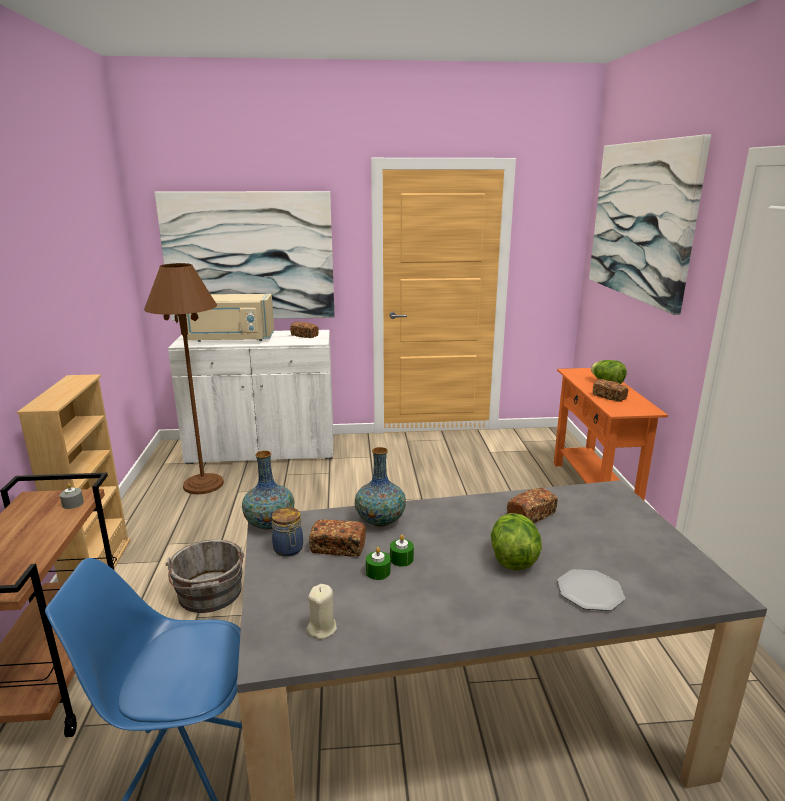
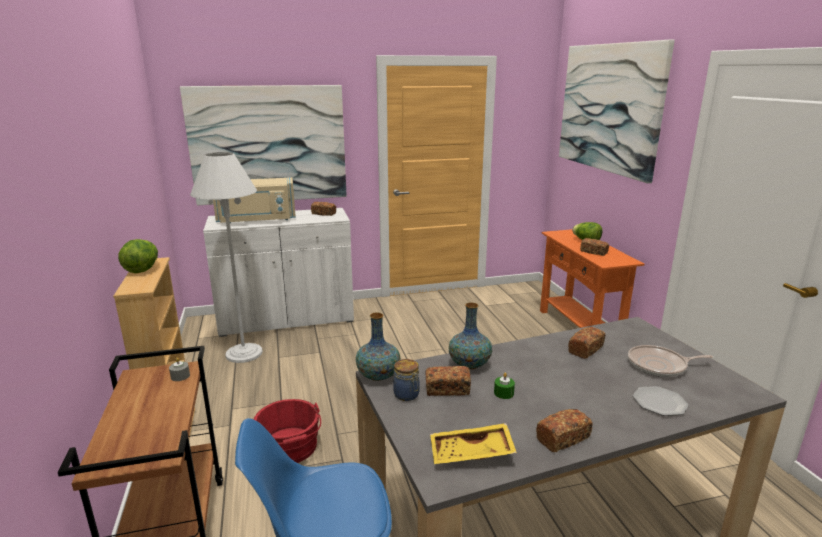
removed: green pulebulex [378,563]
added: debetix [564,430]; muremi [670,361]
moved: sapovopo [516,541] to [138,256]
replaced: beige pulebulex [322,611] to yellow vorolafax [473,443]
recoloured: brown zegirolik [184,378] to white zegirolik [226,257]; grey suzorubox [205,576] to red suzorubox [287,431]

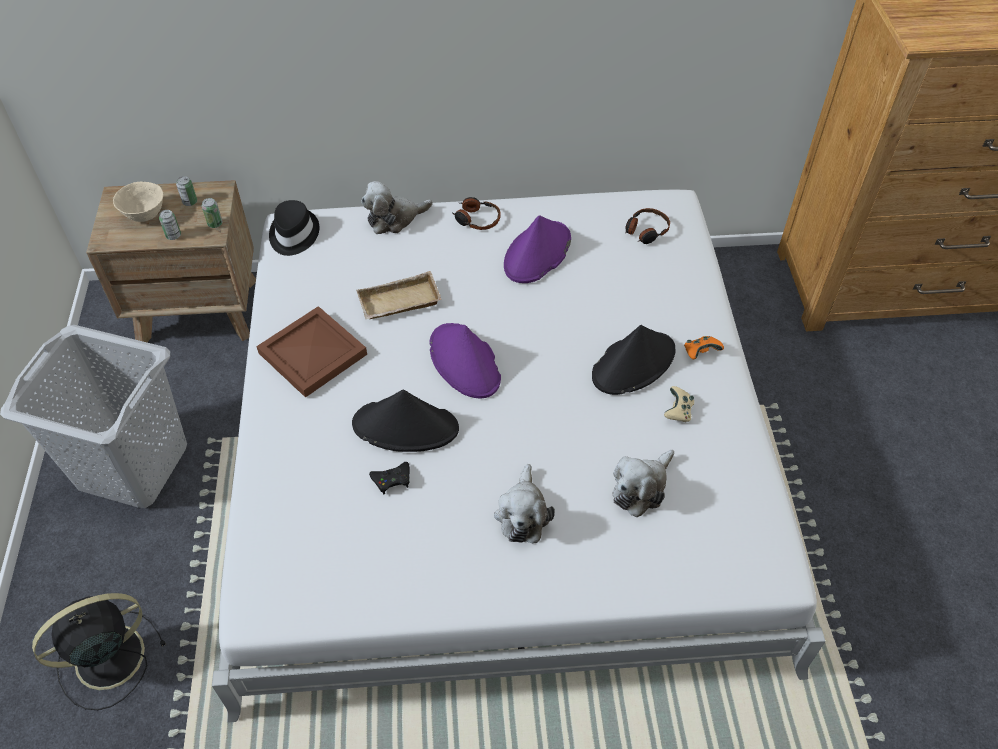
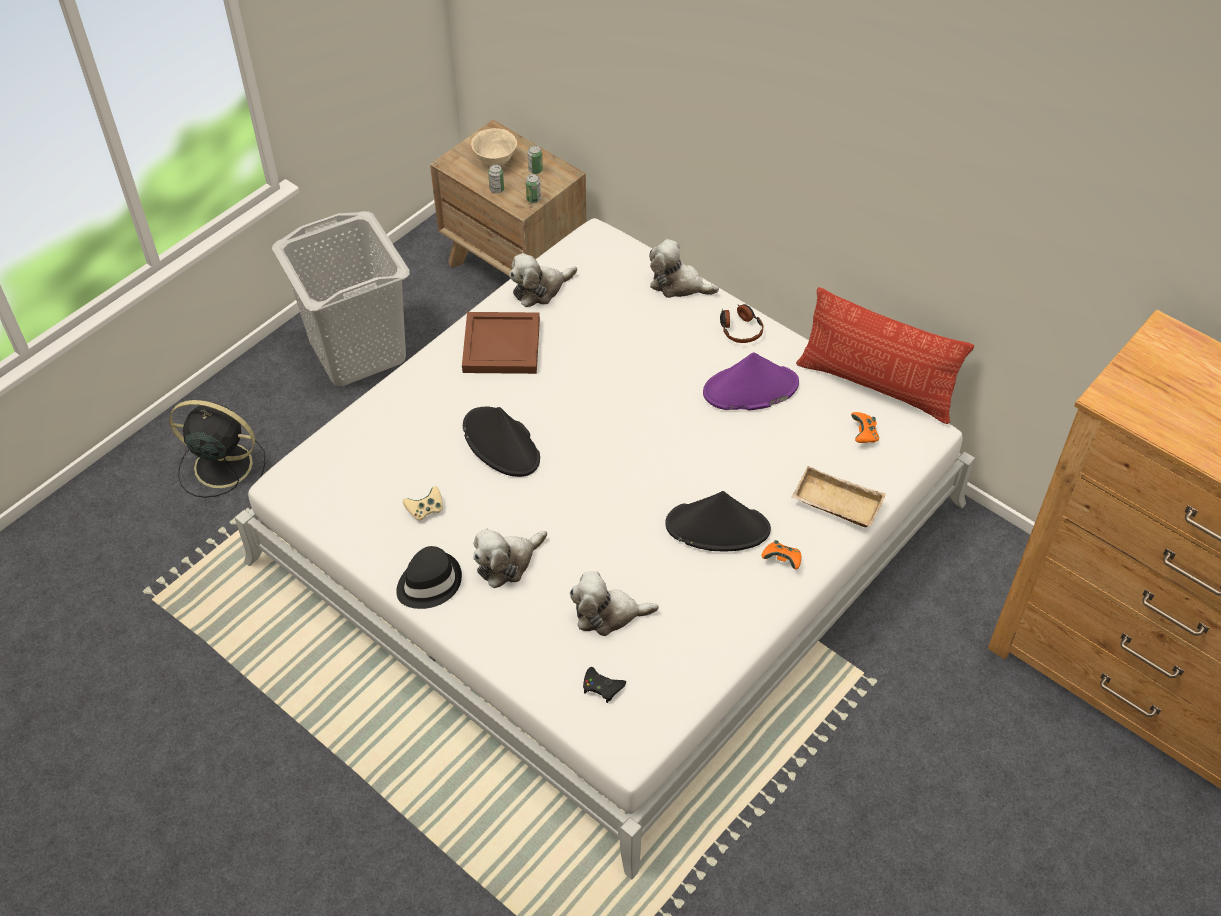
removed: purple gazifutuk [465,360]
added: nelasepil [543,280]; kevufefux [885,355]
moved: black gazifutuk [294,228] to [429,577]; beige vorolafax [399,295] to [839,496]; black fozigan [389,478] to [604,685]; beige fozigan [679,404] to [423,503]
replaced: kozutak [647,226] to orange fozigan [865,427]

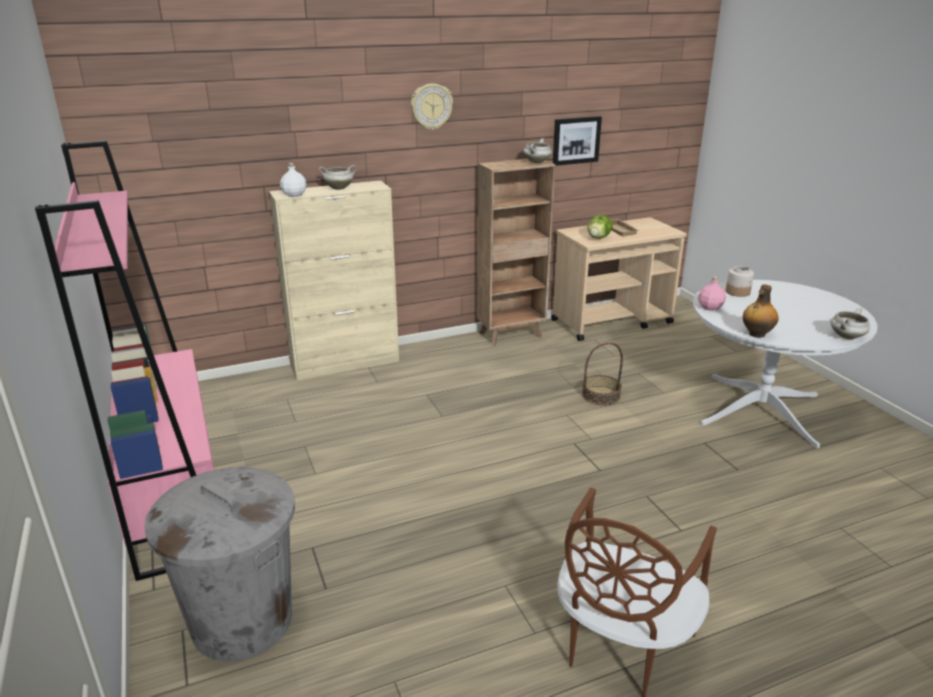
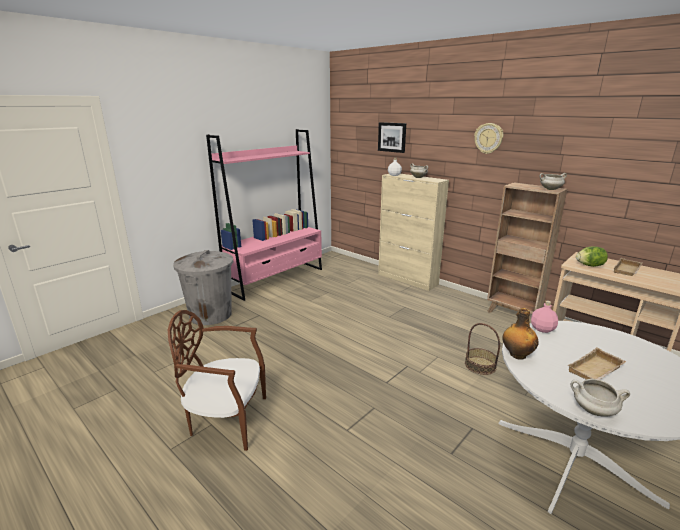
removed: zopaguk [740,281]
added: beige vorolafax [597,363]
moved: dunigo [577,141] to [392,137]

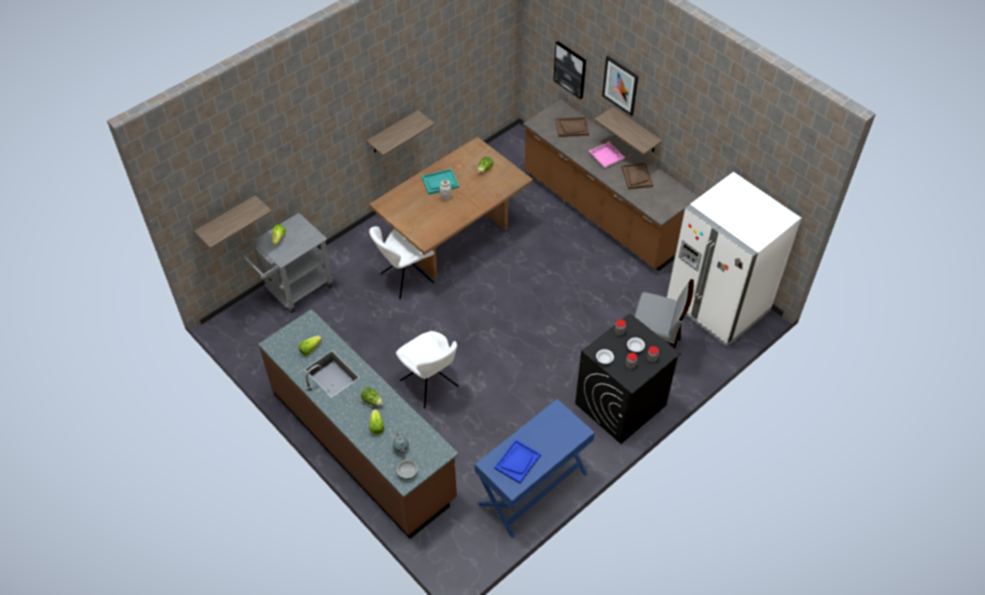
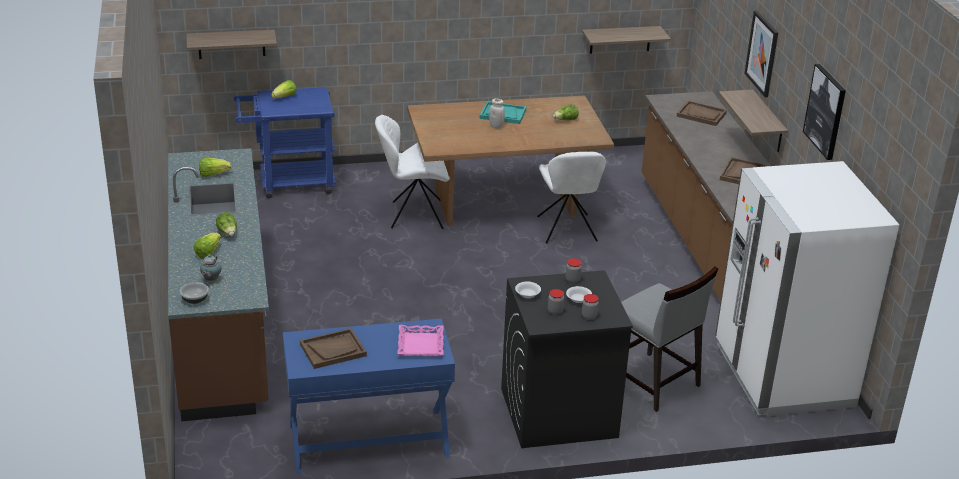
moved: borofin [400,133] to [626,40]; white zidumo [427,369] to [571,197]; dunigo [569,70] to [824,112]; pink vorolafax [607,154] to [420,340]
recoloured: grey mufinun [285,263] to blue mufinun [285,142]; blue vorolafax [517,461] to brown vorolafax [333,348]

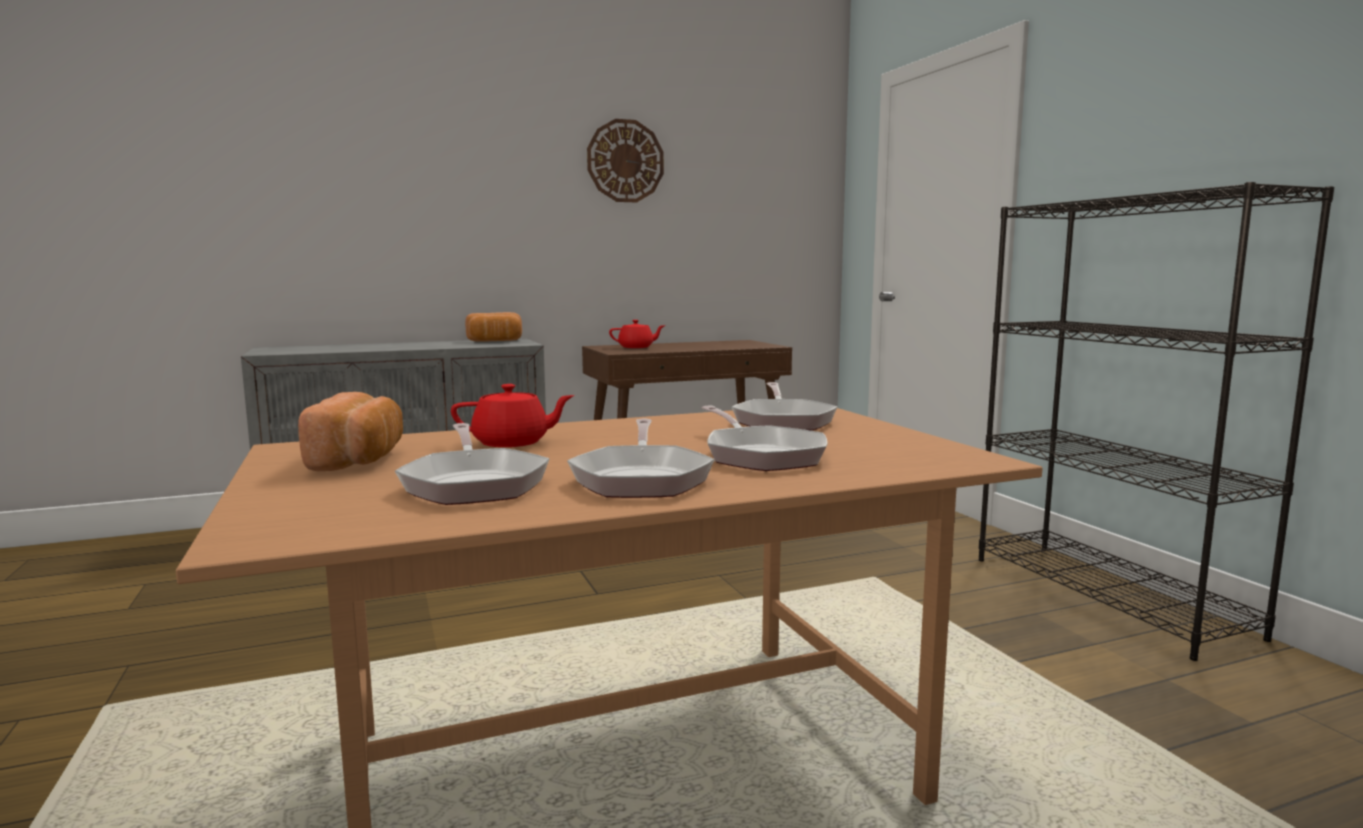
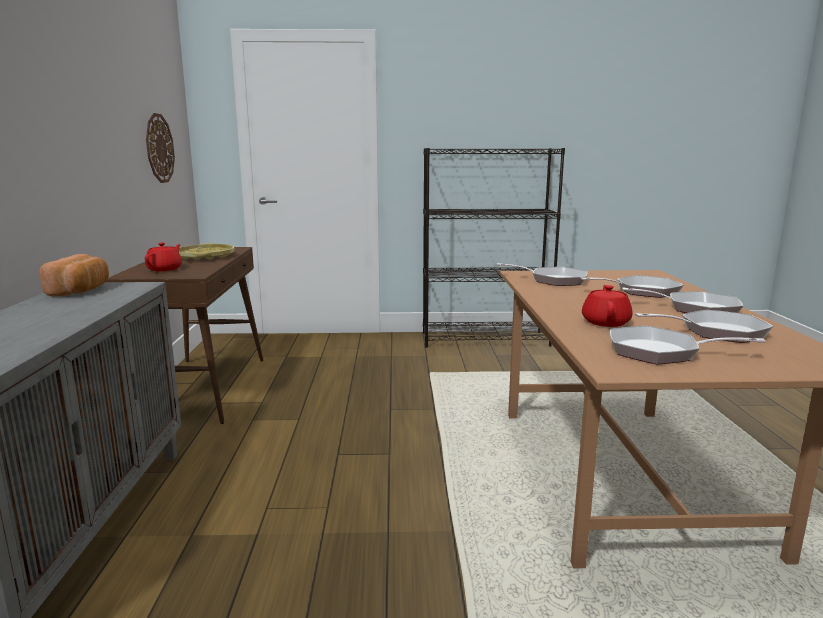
added: yellow vorolafax [207,251]
moved: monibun [625,160] to [160,148]
replaced: debetix [350,431] to muremi [688,345]

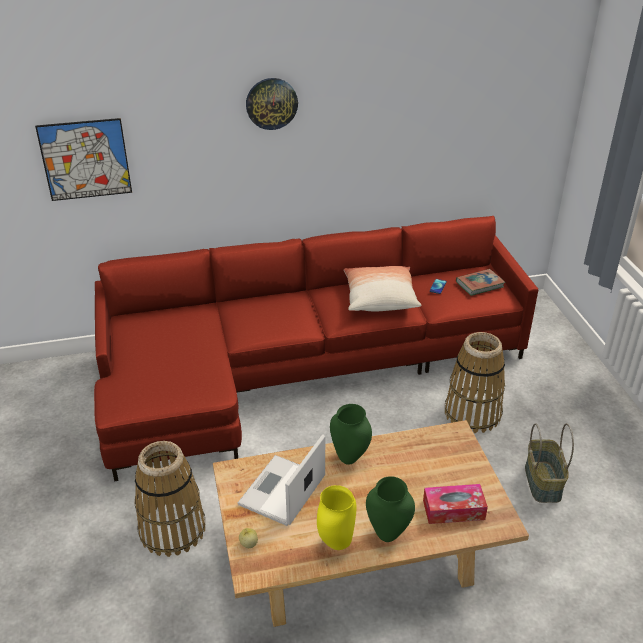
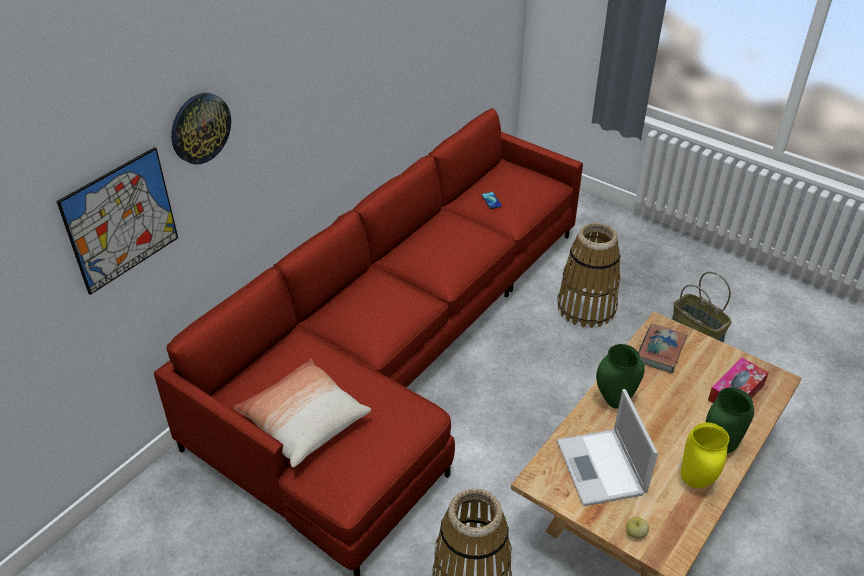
moved: monibun [272,104] to [201,129]; kevufefux [382,288] to [302,413]; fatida [480,282] to [662,348]

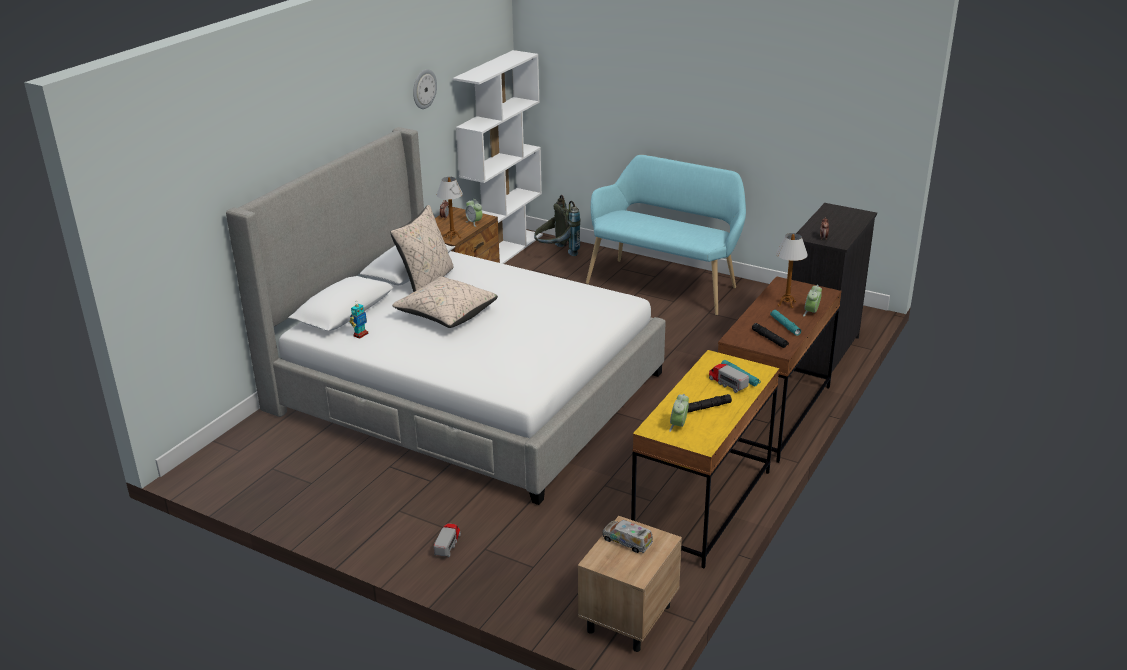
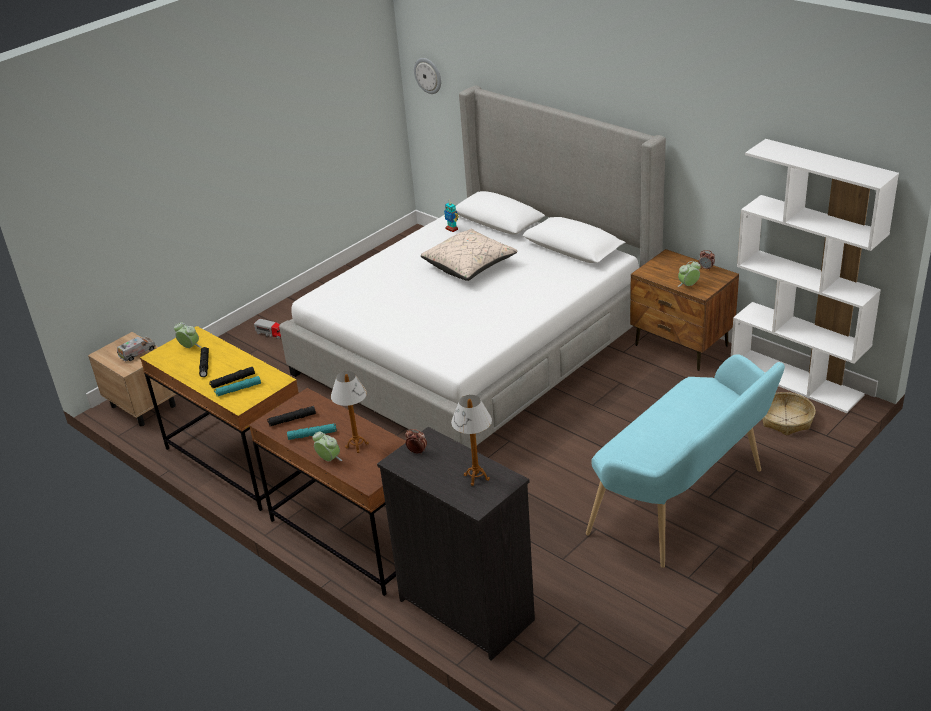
removed: beige kevufefux [422,248]
moved: monibun [425,89] to [427,76]; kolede [450,209] to [471,440]
replaced: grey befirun [557,225] to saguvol [789,413]; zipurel [729,378] to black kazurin [232,377]

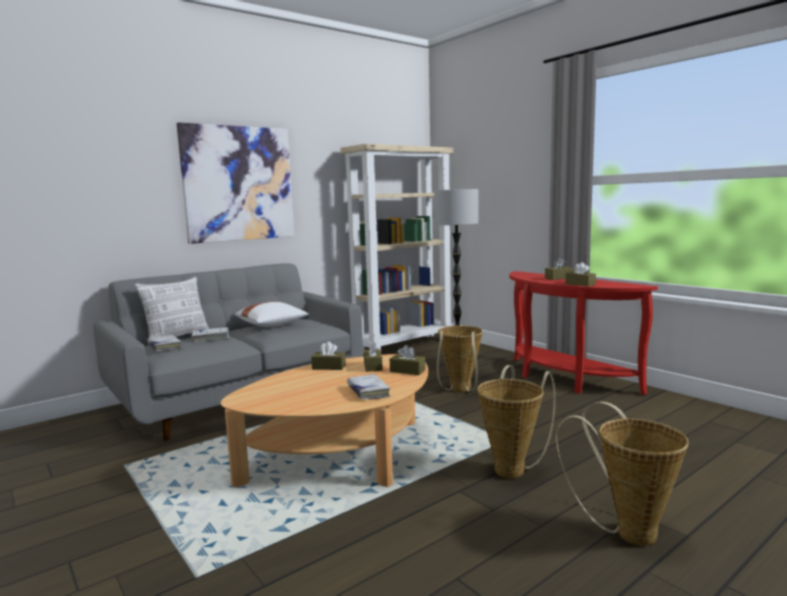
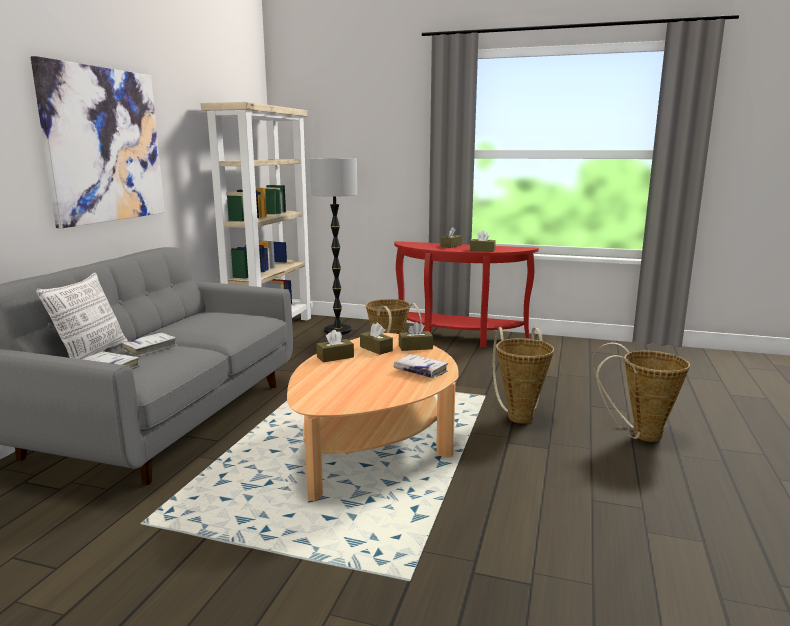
removed: white kevufefux [272,314]

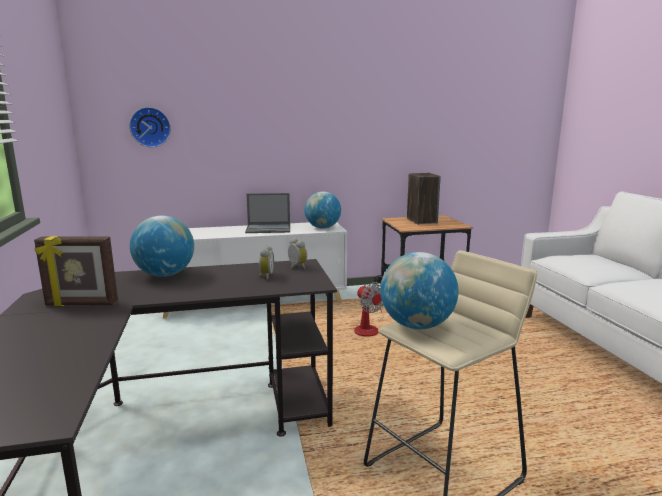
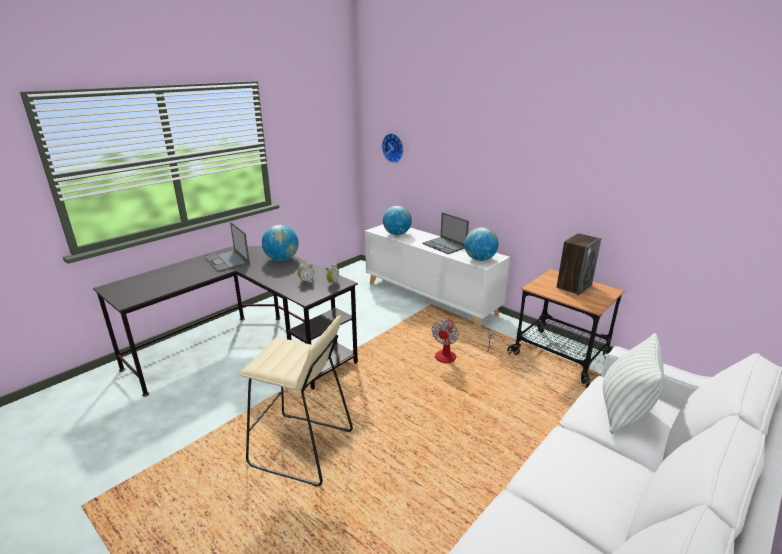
added: kevufefux [633,383]
moved: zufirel [419,290] to [397,220]
replaced: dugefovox [76,271] to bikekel [227,247]

